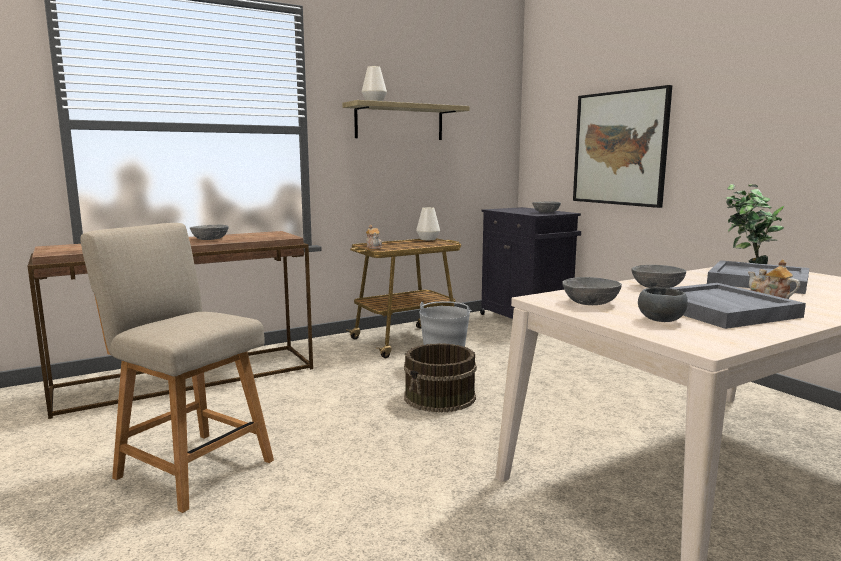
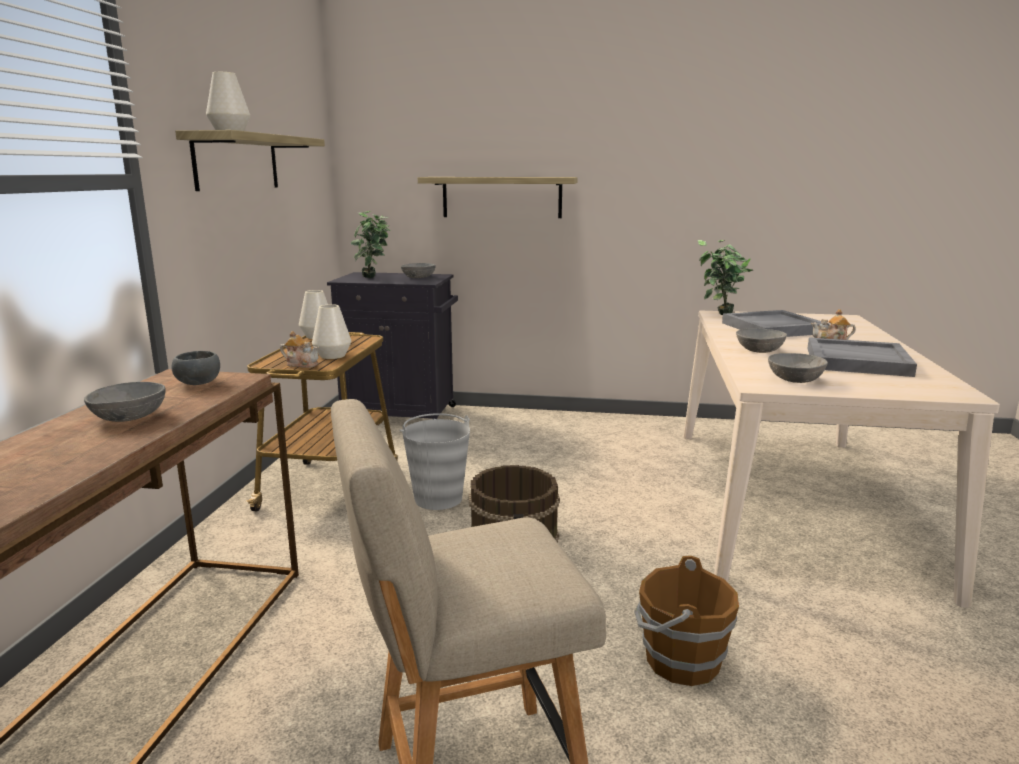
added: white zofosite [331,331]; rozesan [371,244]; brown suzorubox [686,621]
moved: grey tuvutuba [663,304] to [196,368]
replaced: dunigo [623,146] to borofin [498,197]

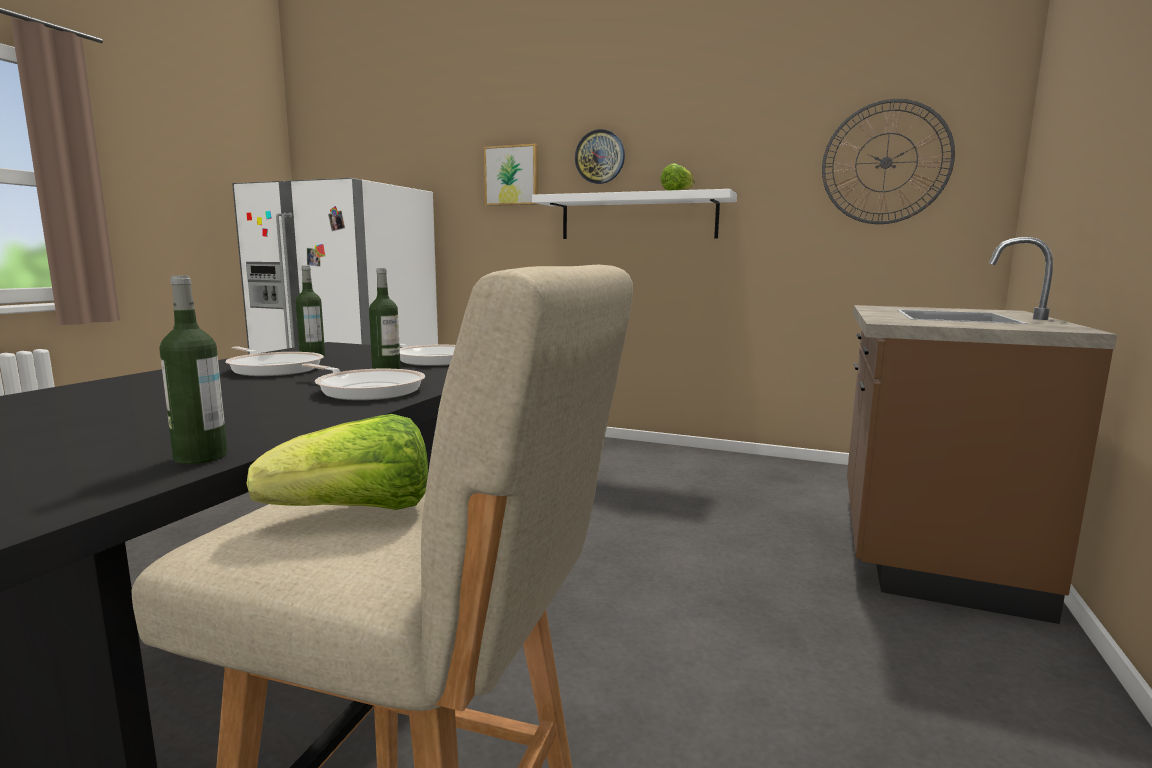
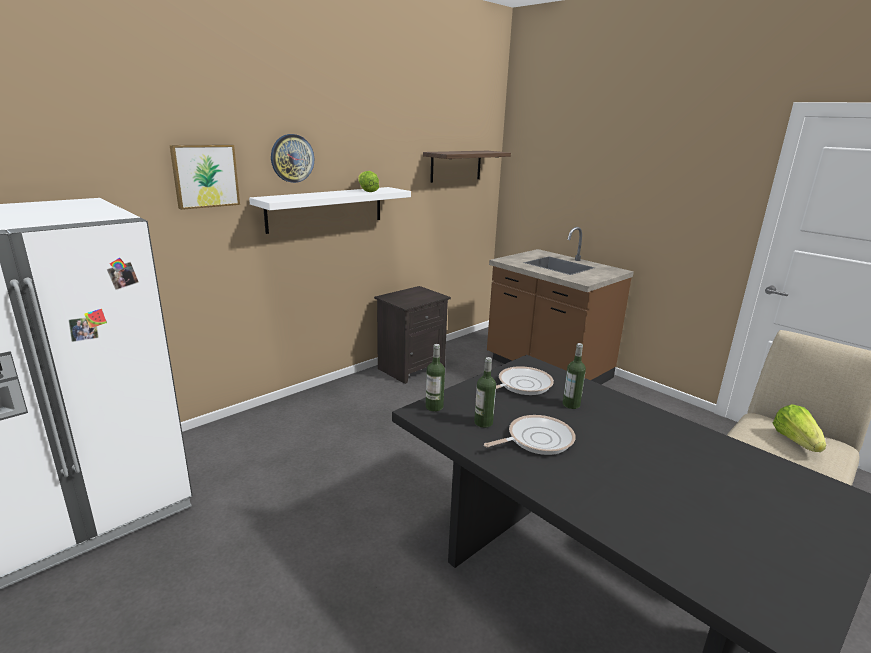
removed: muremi [363,381]
added: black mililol [412,335]
moved: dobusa [194,369] to [435,378]
replaced: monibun [888,161] to borofin [467,167]

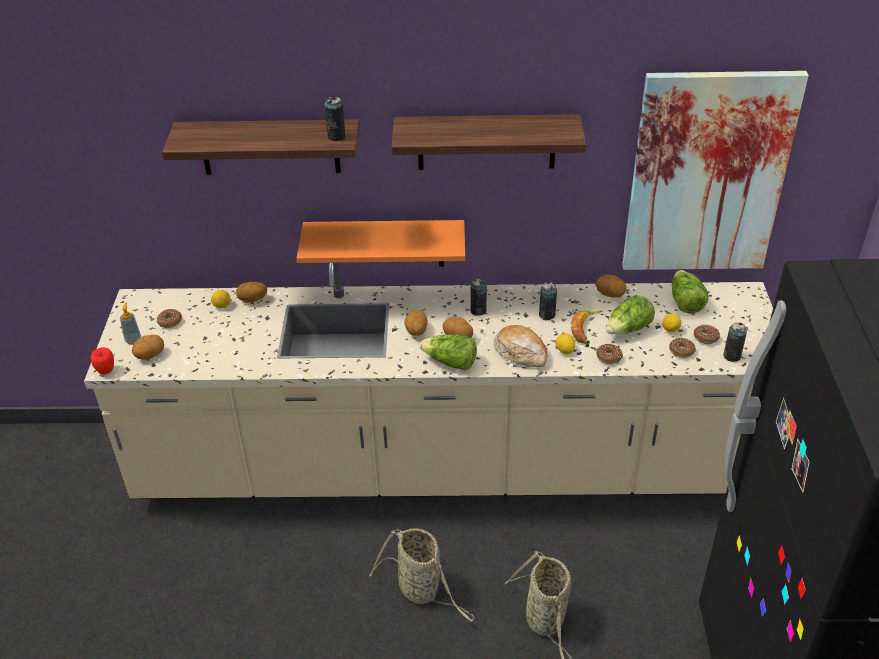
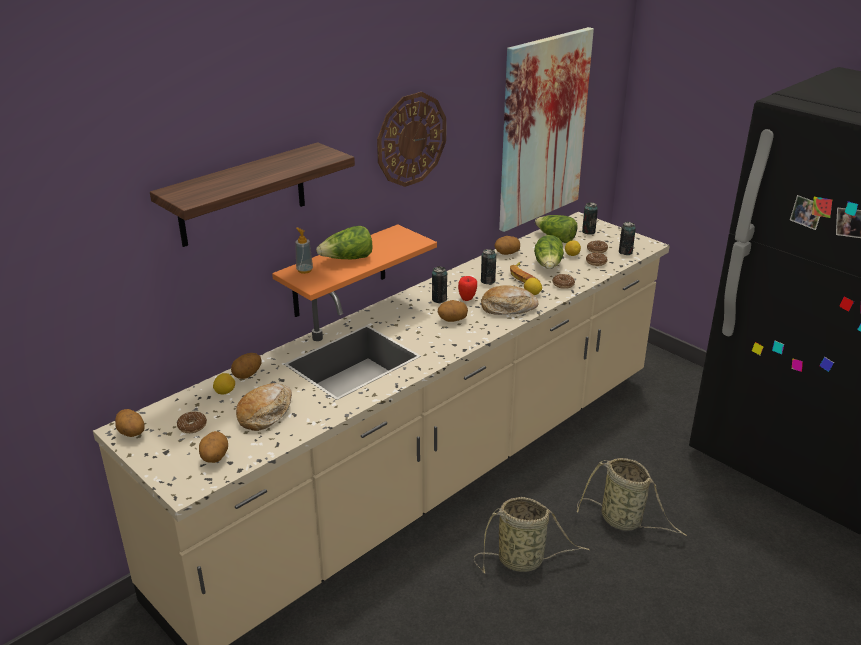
added: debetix [264,407]
moved: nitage [102,361] to [467,288]; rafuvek [130,323] to [304,251]; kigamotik [335,118] to [590,218]; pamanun [416,323] to [130,423]; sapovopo [448,352] to [344,243]
replaced: borofin [489,142] to monibun [411,139]

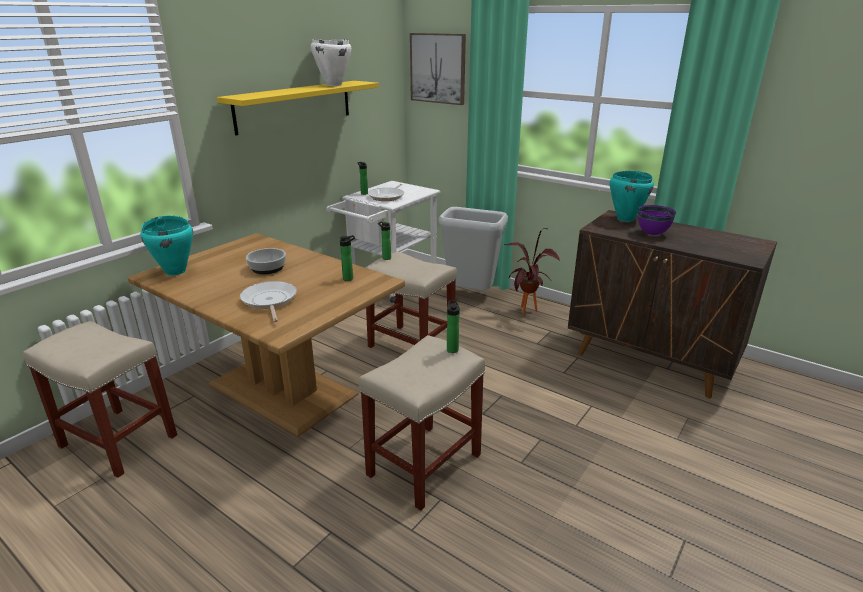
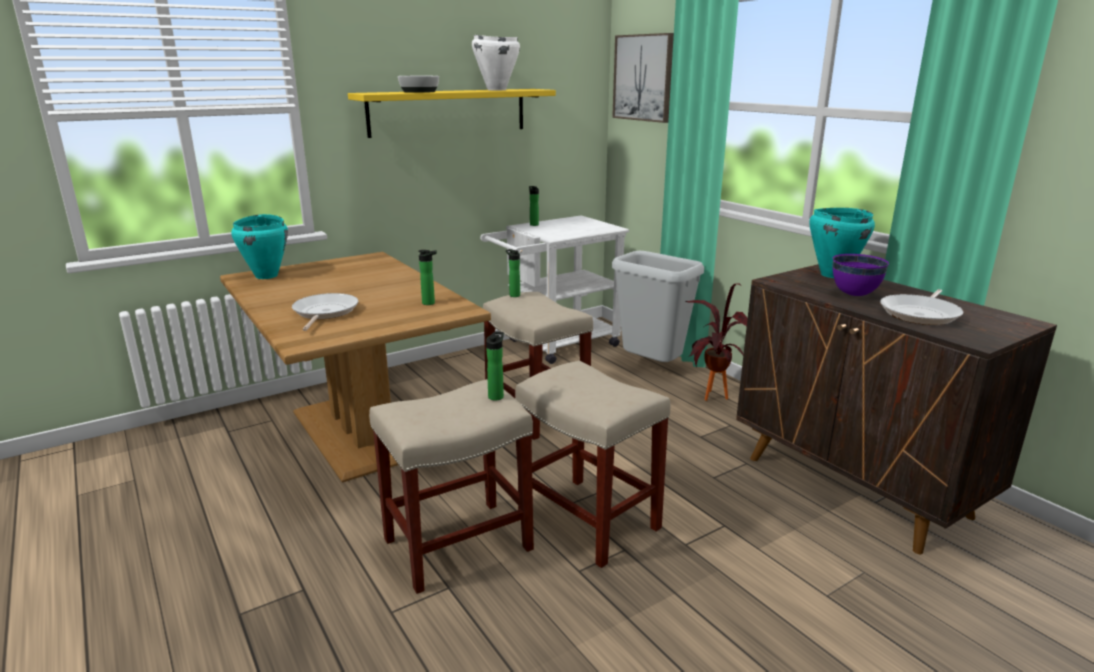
moved: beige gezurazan [100,399] to [592,464]; tuvutuba [266,261] to [418,84]; muremi [386,192] to [921,307]

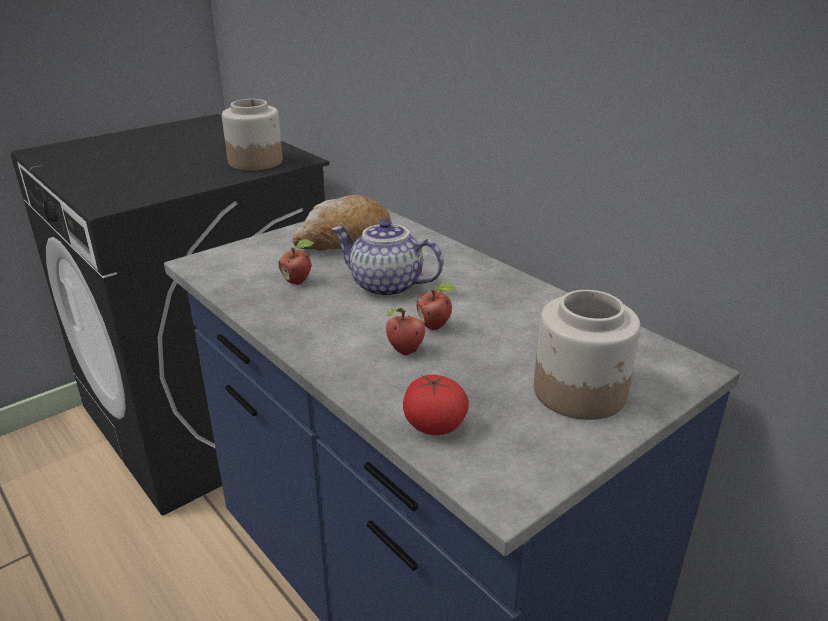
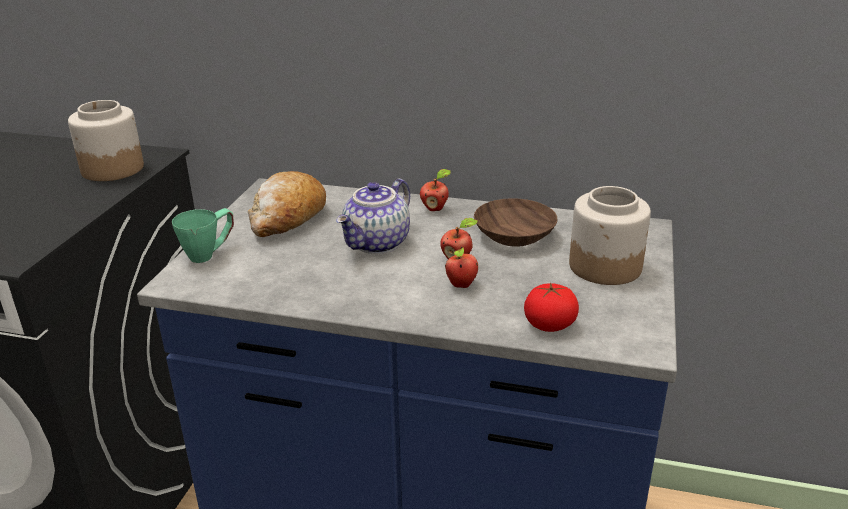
added: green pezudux [203,235]; brown tuvutuba [516,222]
moved: nitage [296,262] to [435,190]
turned: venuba [387,258] = [373,216] 45 degrees counterclockwise

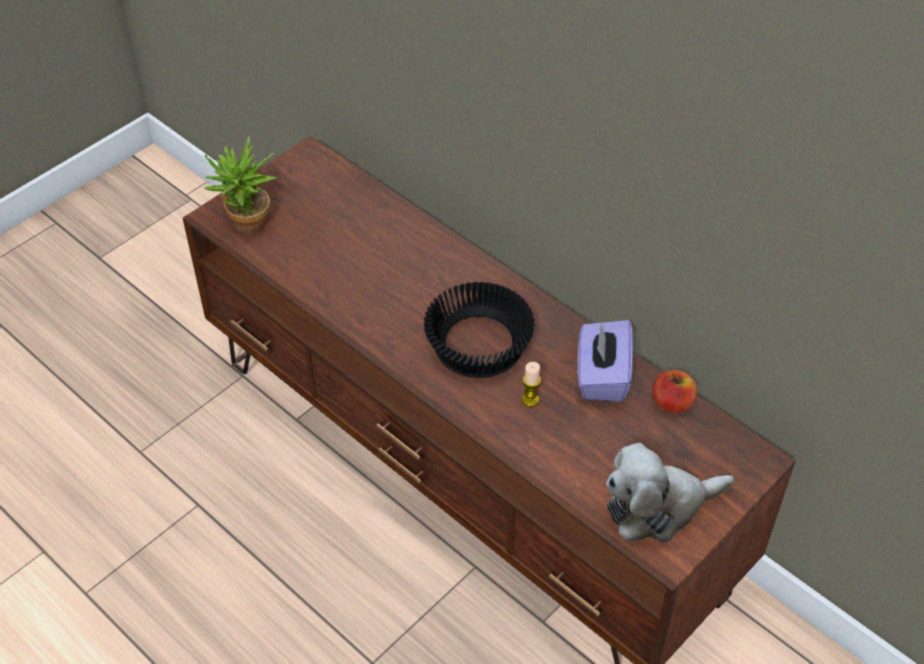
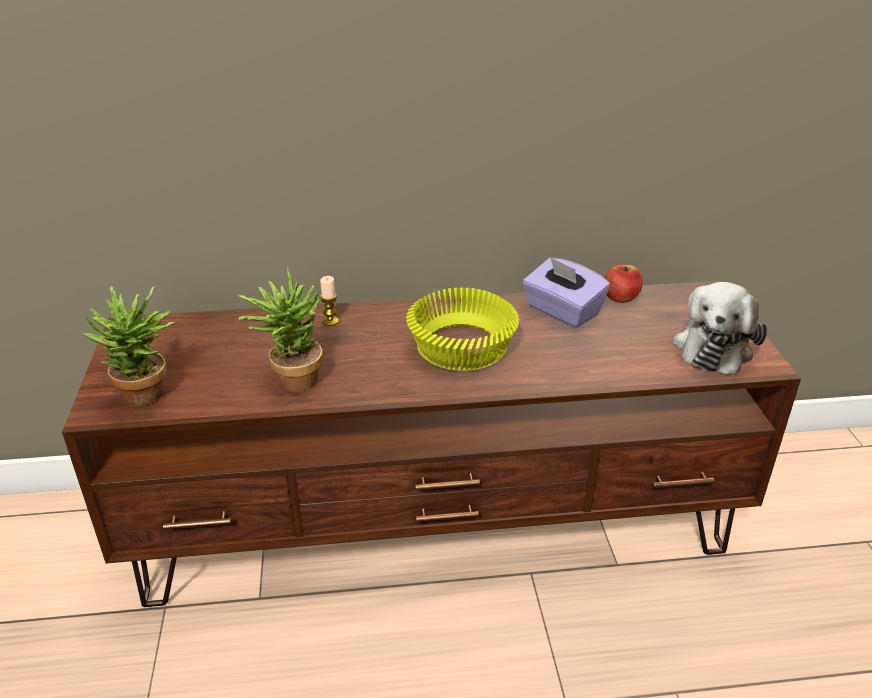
added: rozesan [280,329]
moved: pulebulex [531,384] to [329,301]
recoloured: black tuvutuba [479,330] to yellow tuvutuba [462,329]

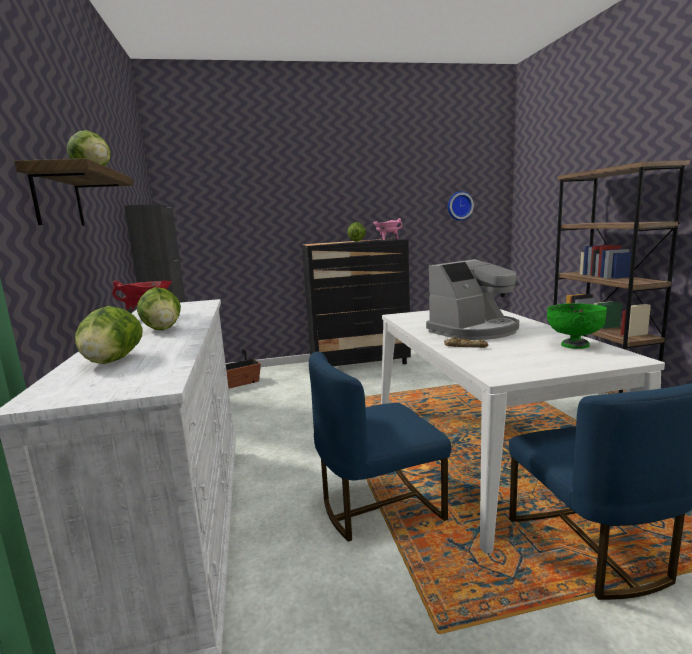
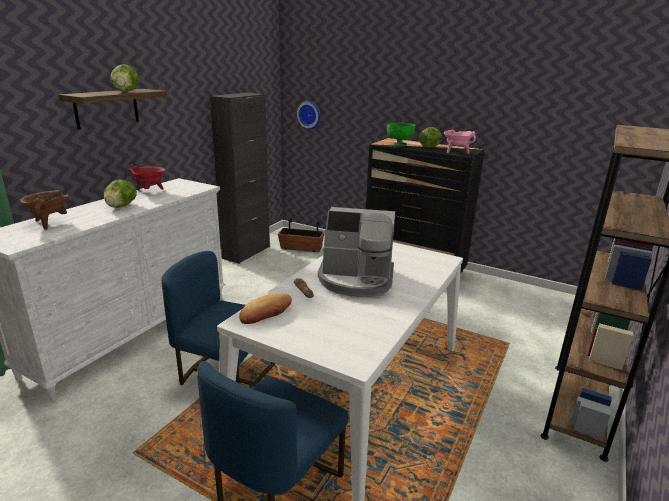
added: debetix [265,308]
moved: monibun [461,206] to [308,115]; green tuvutuba [577,326] to [401,135]
replaced: sapovopo [109,335] to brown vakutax [44,210]

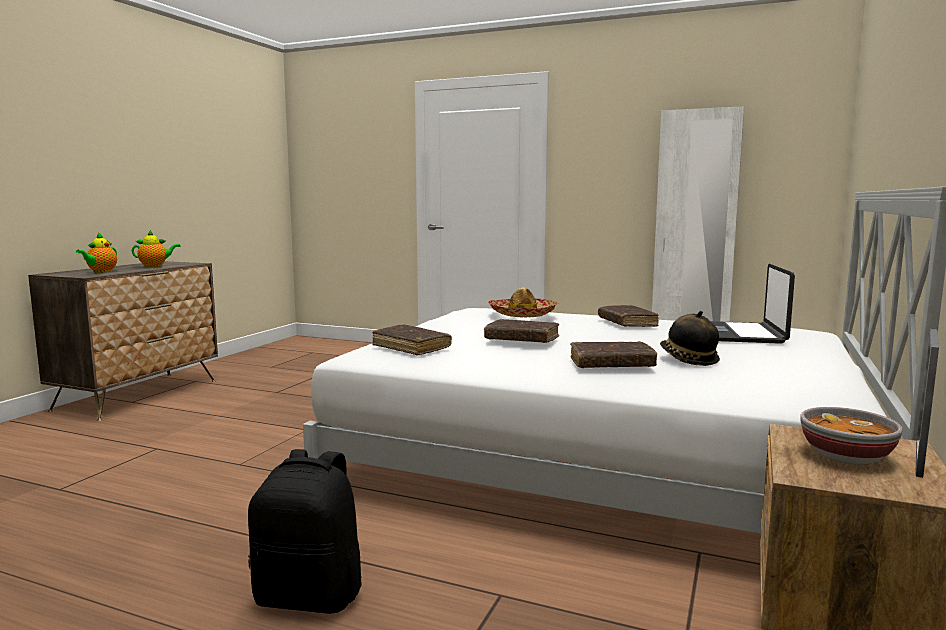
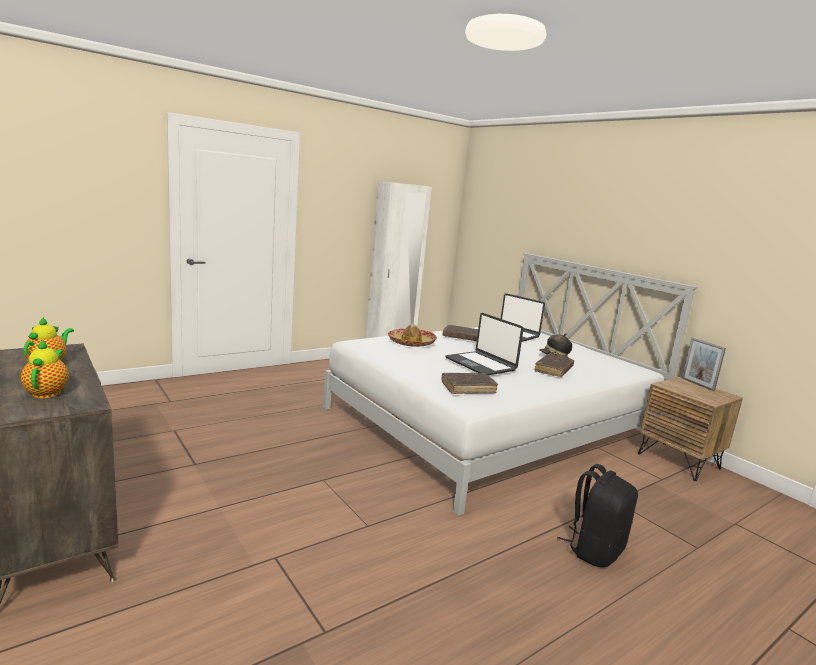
removed: tuvutuba [851,436]
replaced: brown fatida [521,331] to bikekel [485,344]
turned: venuba [96,252] = [45,369] 150 degrees counterclockwise

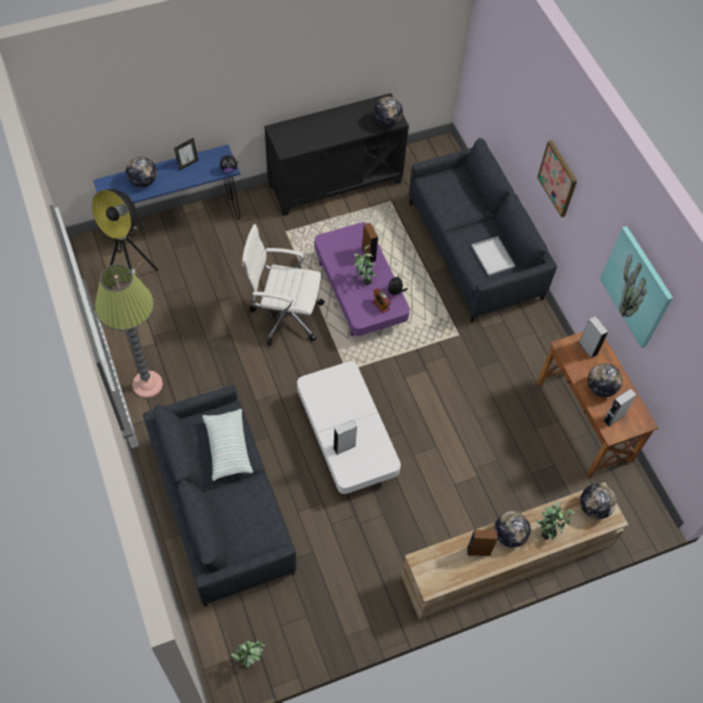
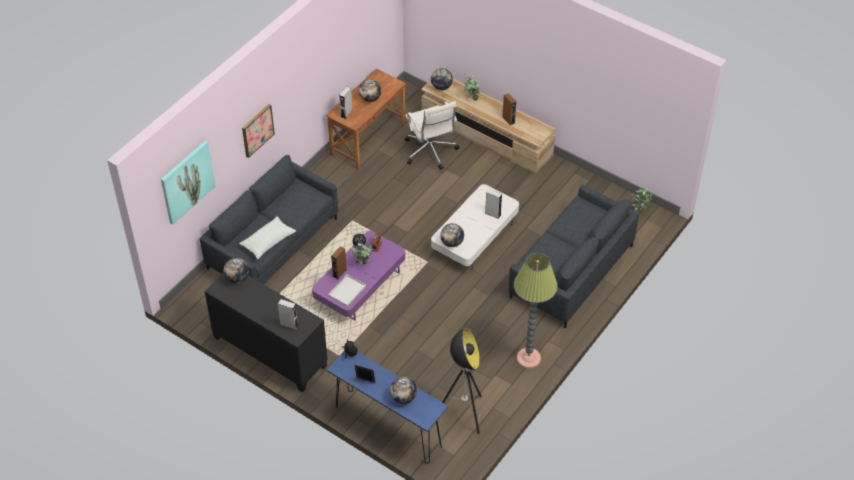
moved: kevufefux [227,445] to [267,237]; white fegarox [283,285] to [432,135]; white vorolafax [493,256] to [347,291]; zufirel [512,529] to [452,235]; dunigo [636,287] to [188,183]; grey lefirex [620,407] to [288,314]

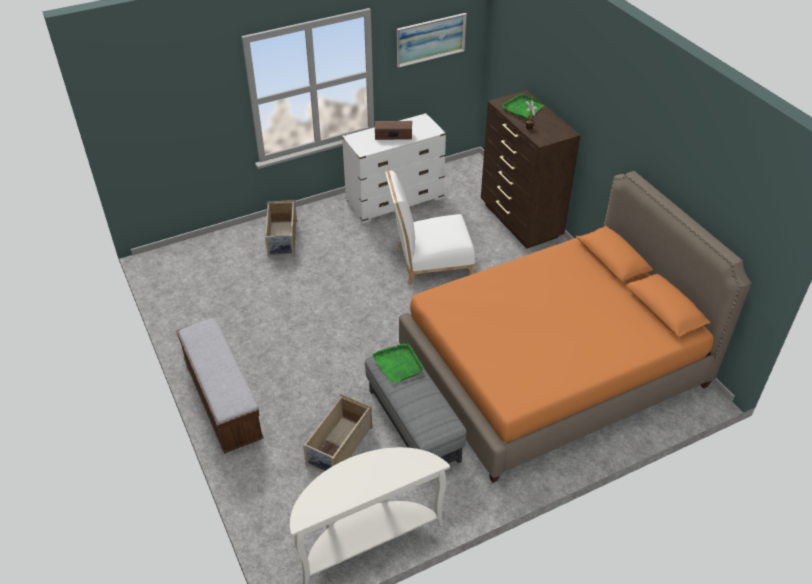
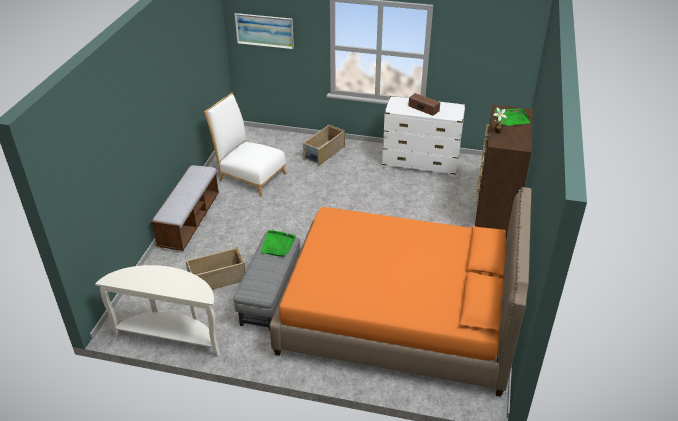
moved: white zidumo [430,227] to [245,145]; dunigo [432,40] to [264,31]

